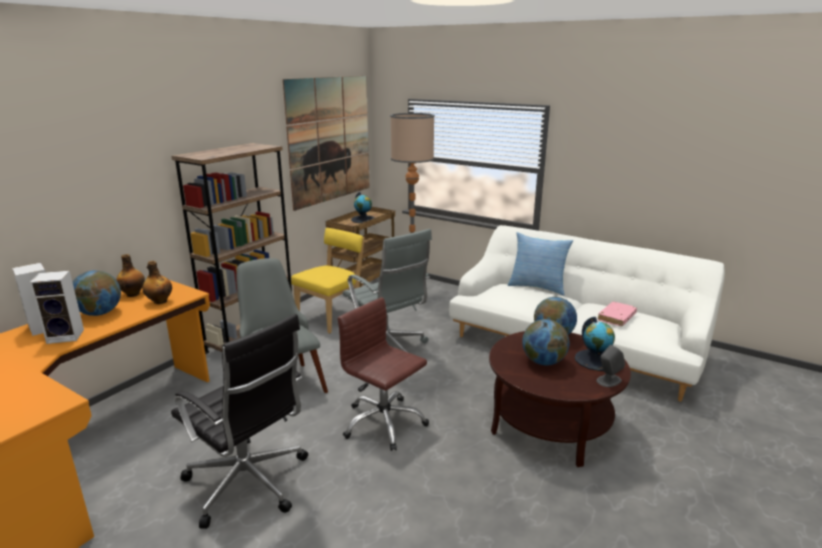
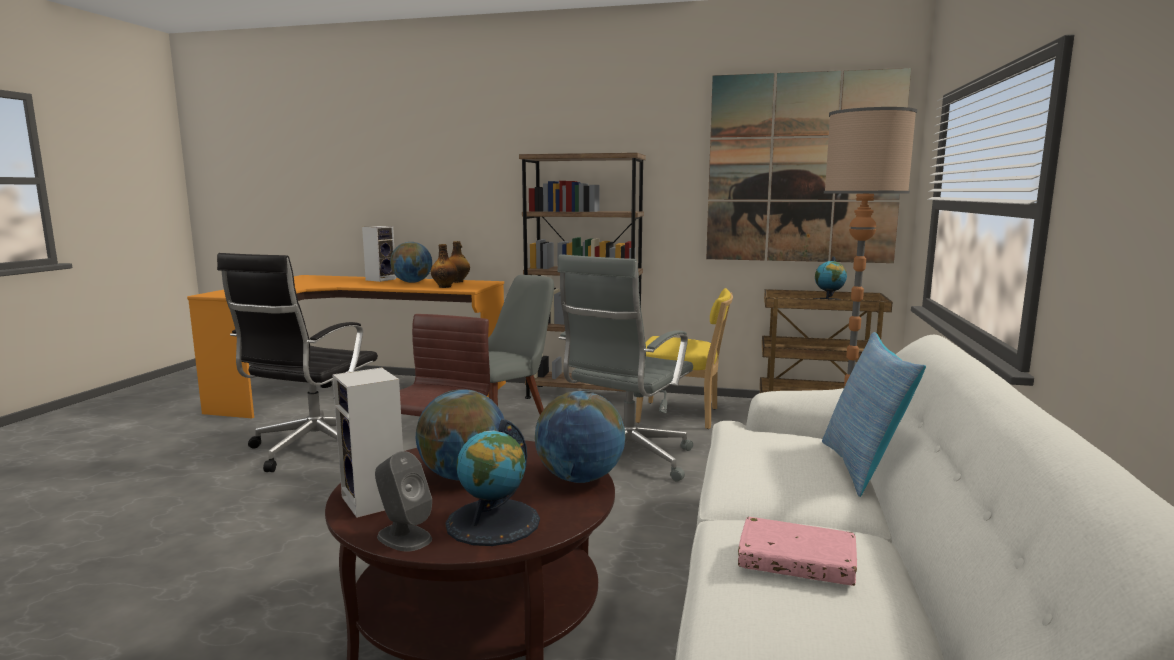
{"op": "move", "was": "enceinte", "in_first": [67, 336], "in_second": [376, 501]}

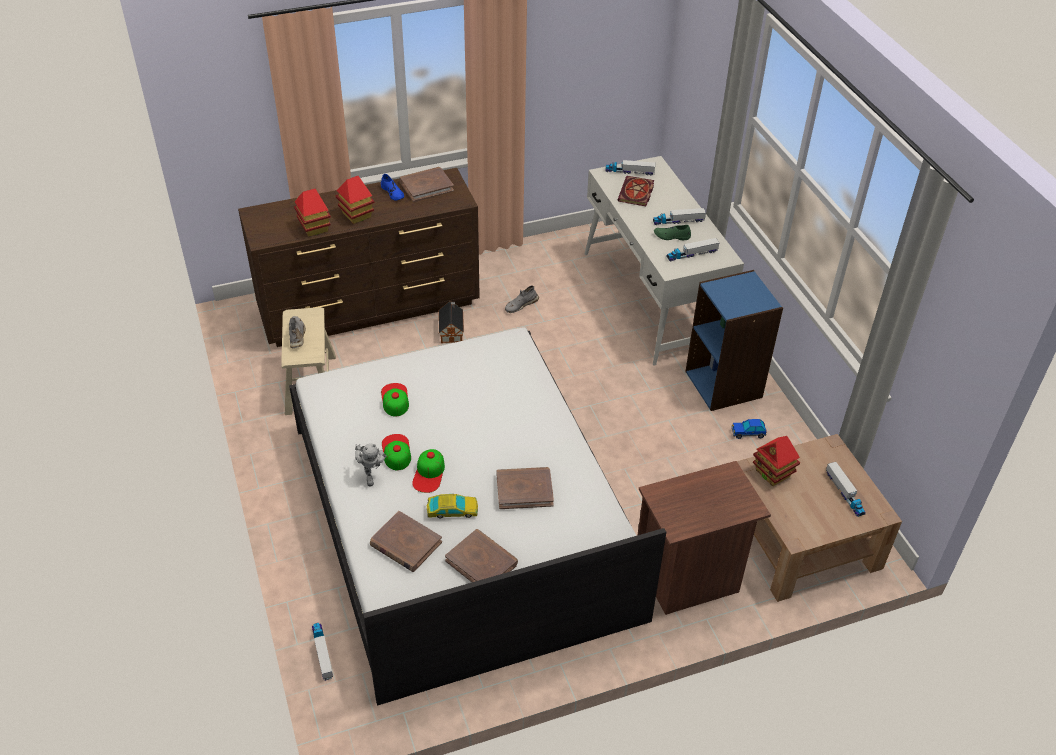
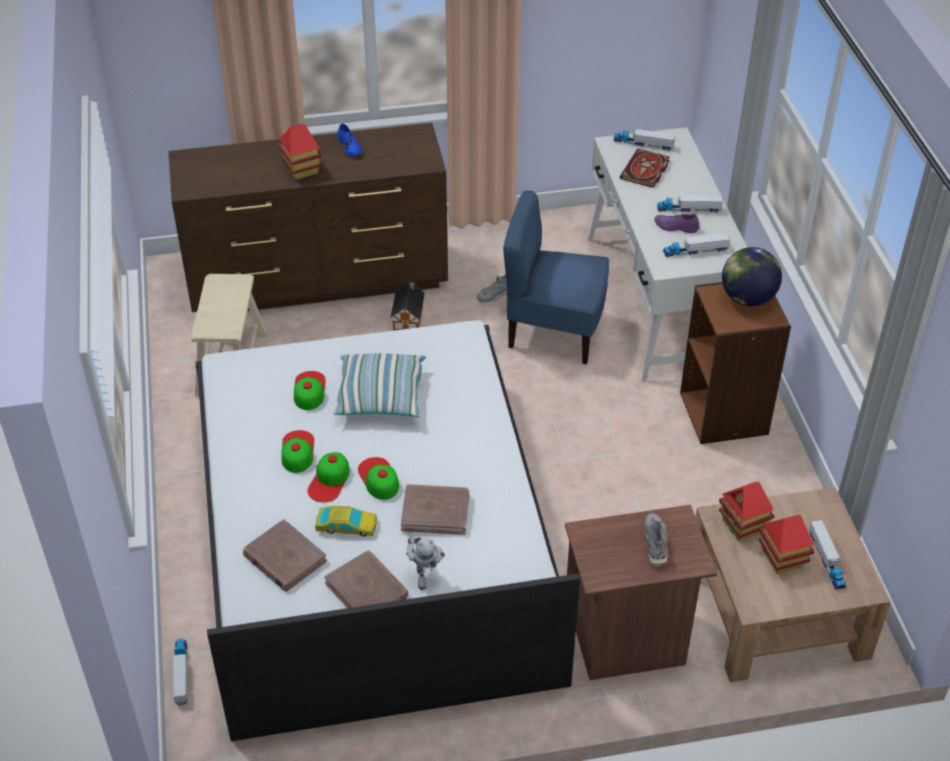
{"op": "insert", "now": "coussin", "in_second": [380, 397]}
{"op": "insert", "now": "casquette", "in_second": [378, 478]}
{"op": "move", "was": "robot jouet", "in_first": [371, 474], "in_second": [424, 573]}
{"op": "insert", "now": "chaise/bleu", "in_second": [554, 331]}
{"op": "move", "was": "chaussure/gris", "in_first": [297, 335], "in_second": [656, 544]}
{"op": "recolor", "was": "chaussure/vert", "now": "chaussure/violet", "in_first": [671, 236], "in_second": [676, 227]}
{"op": "recolor", "was": "bibliothèque/bleu", "now": "bibliothèque/marron", "in_first": [724, 384], "in_second": [725, 413]}
{"op": "insert", "now": "globe", "in_second": [747, 298]}
{"op": "move", "was": "maison miniature", "in_first": [314, 227], "in_second": [782, 558]}
{"op": "delete", "was": "livre/marron", "in_first": [426, 186]}
{"op": "delete", "was": "petite voiture", "in_first": [748, 433]}

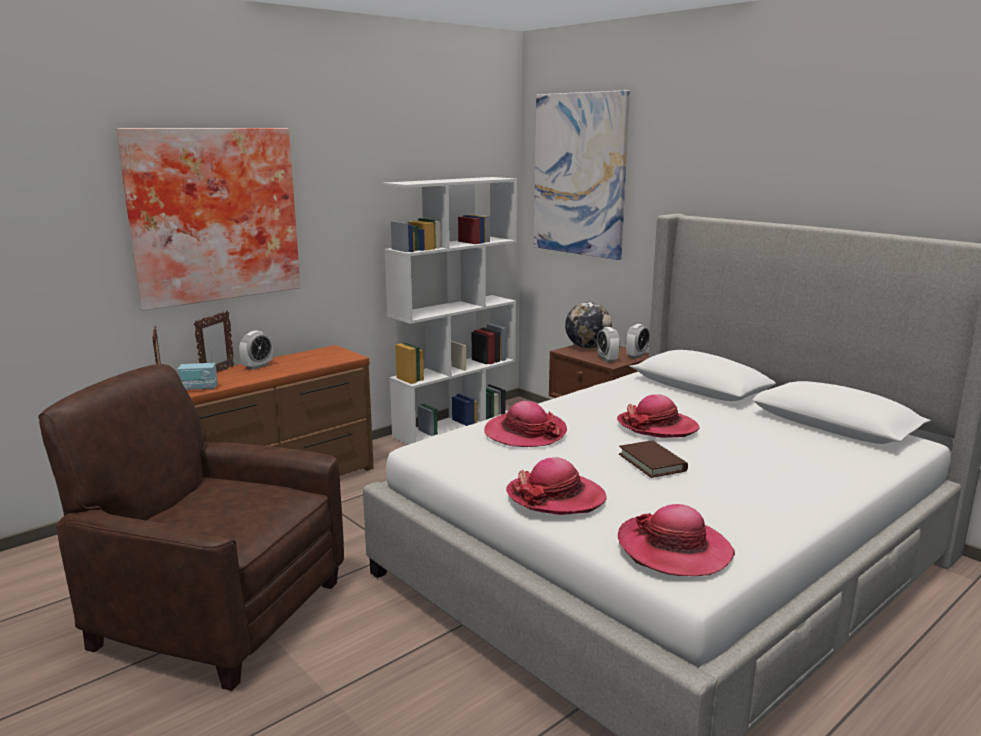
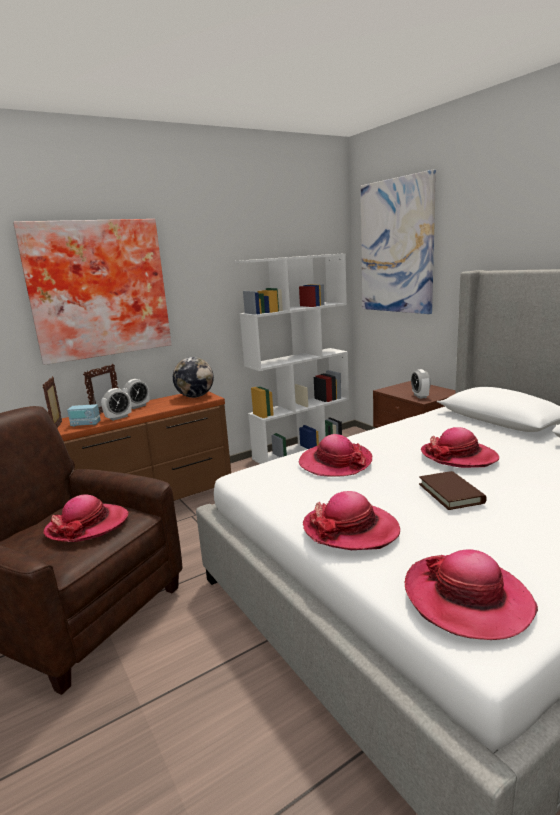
{"op": "insert", "now": "chapeau", "in_second": [87, 525]}
{"op": "move", "was": "réveil", "in_first": [636, 356], "in_second": [118, 417]}
{"op": "move", "was": "globe", "in_first": [587, 347], "in_second": [195, 396]}

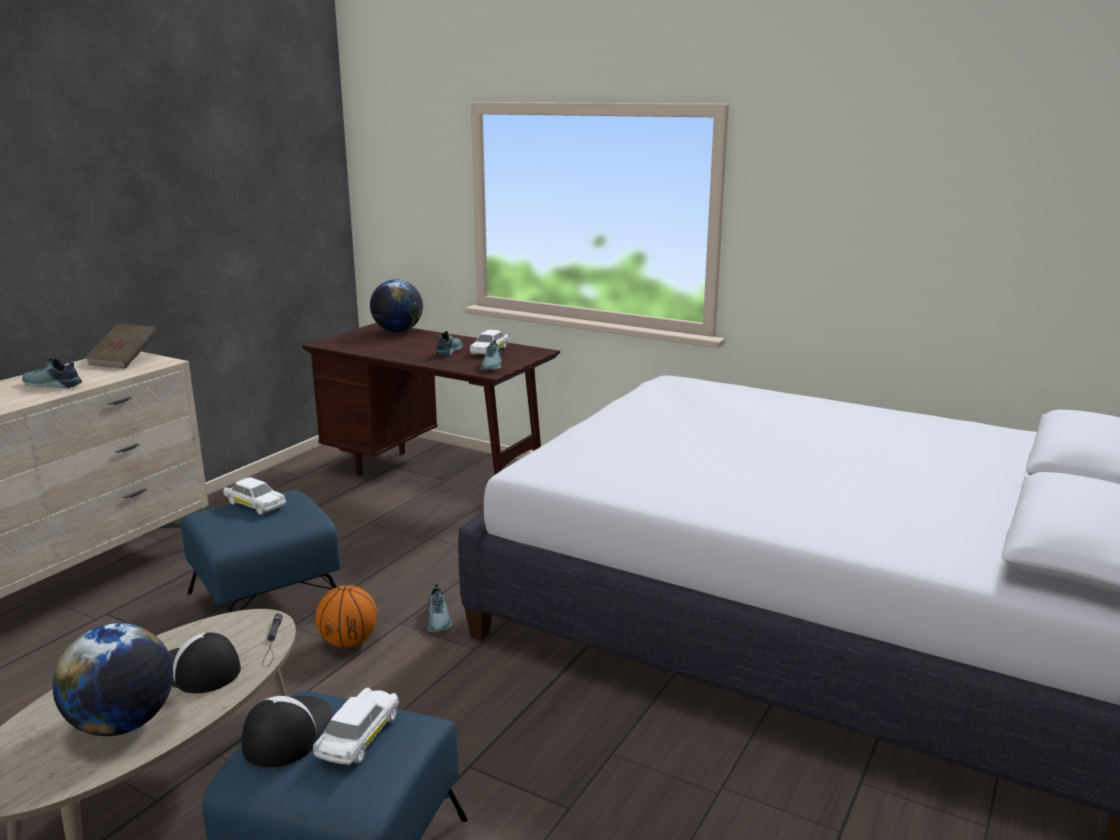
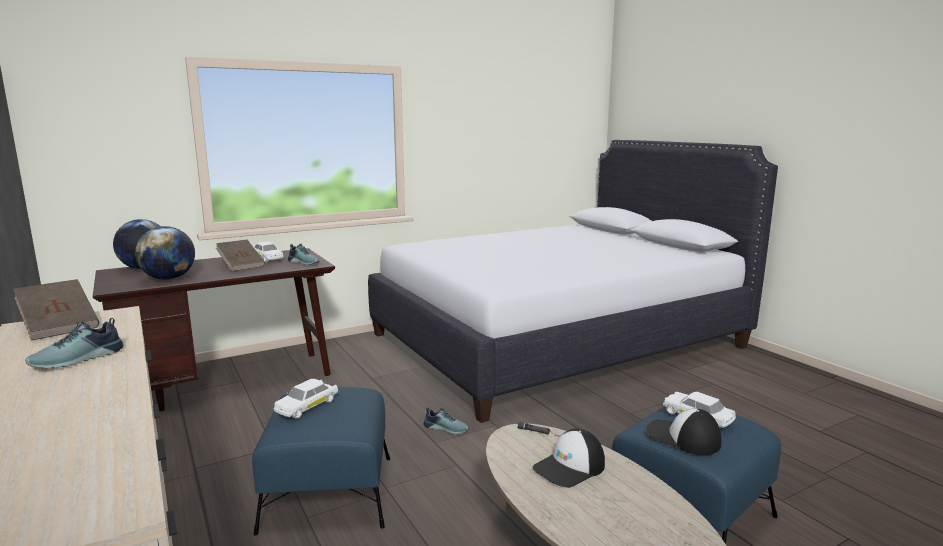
{"op": "move", "was": "globe", "in_first": [123, 724], "in_second": [169, 278]}
{"op": "replace", "was": "chaussure", "now": "livre/marron", "in_first": [447, 351], "in_second": [241, 265]}
{"op": "rotate", "was": "petite voiture/blanc", "in_first": [255, 504], "in_second": [307, 406], "clockwise": 150}
{"op": "delete", "was": "ballon de basket", "in_first": [348, 642]}

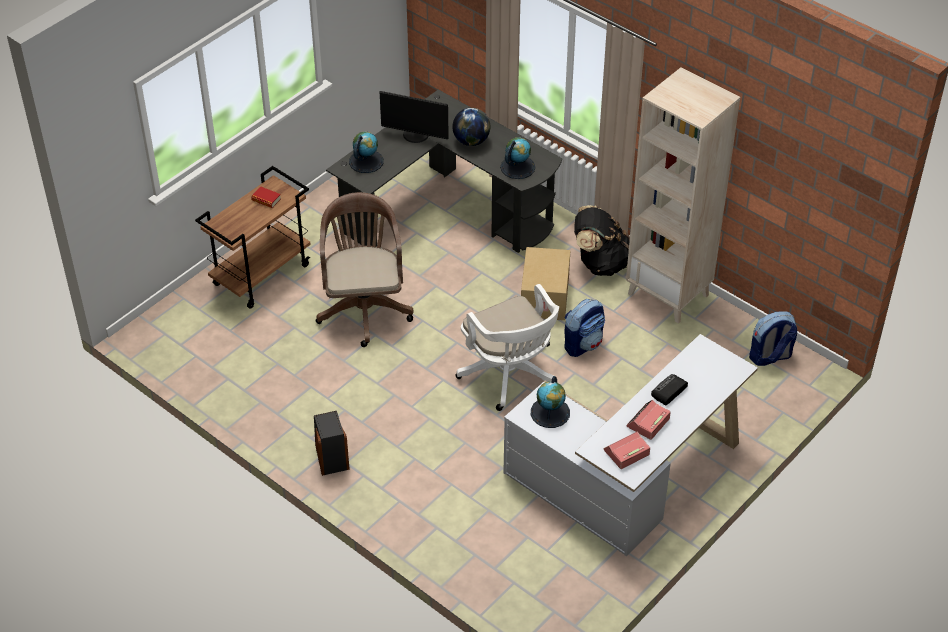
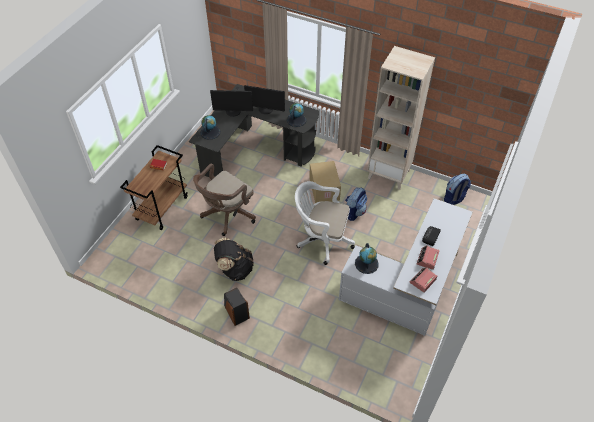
{"op": "rotate", "was": "chaise de bureau/marron", "in_first": [364, 307], "in_second": [227, 215], "clockwise": -120}
{"op": "move", "was": "sac à dos/noir", "in_first": [599, 263], "in_second": [235, 269]}
{"op": "replace", "was": "globe", "now": "écran d'ordinateur", "in_first": [471, 141], "in_second": [265, 109]}
{"op": "rotate", "was": "chaise de bureau/blanc", "in_first": [510, 376], "in_second": [322, 240], "clockwise": 150}

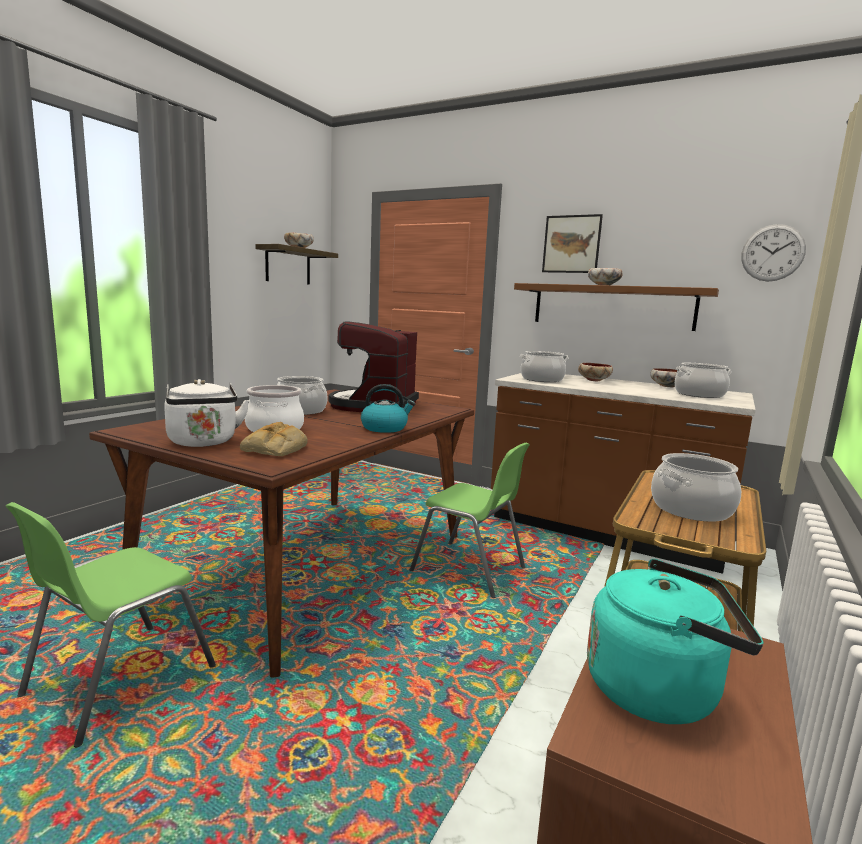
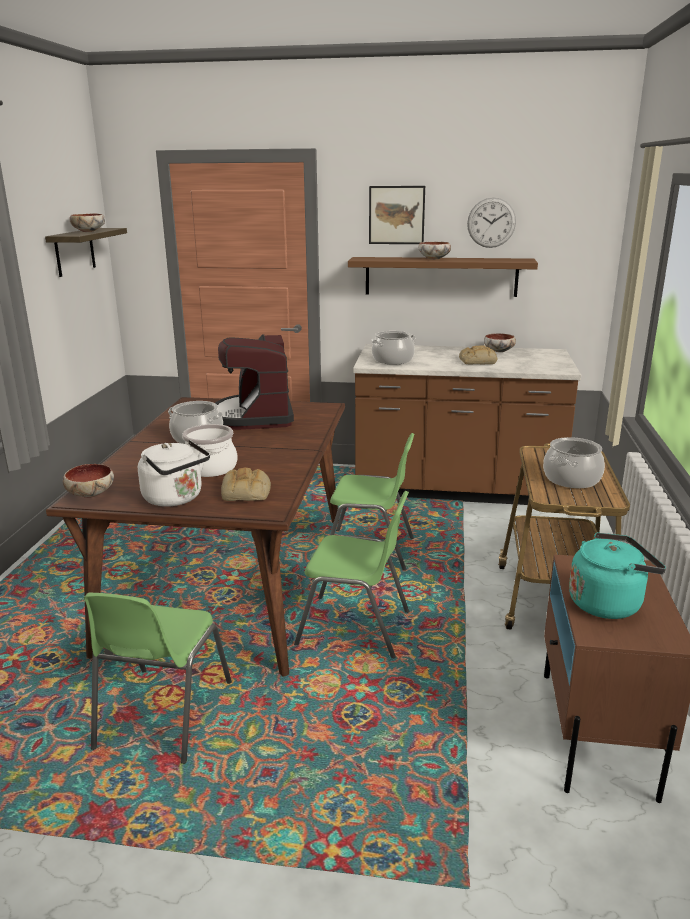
{"op": "move", "was": "bol", "in_first": [593, 380], "in_second": [90, 493]}
{"op": "insert", "now": "chaise/vert", "in_second": [355, 628]}
{"op": "insert", "now": "pain", "in_second": [477, 361]}
{"op": "move", "was": "horloge murale", "in_first": [772, 253], "in_second": [491, 222]}
{"op": "delete", "was": "bouilloire", "in_first": [385, 428]}
{"op": "delete", "was": "marmite", "in_first": [699, 395]}

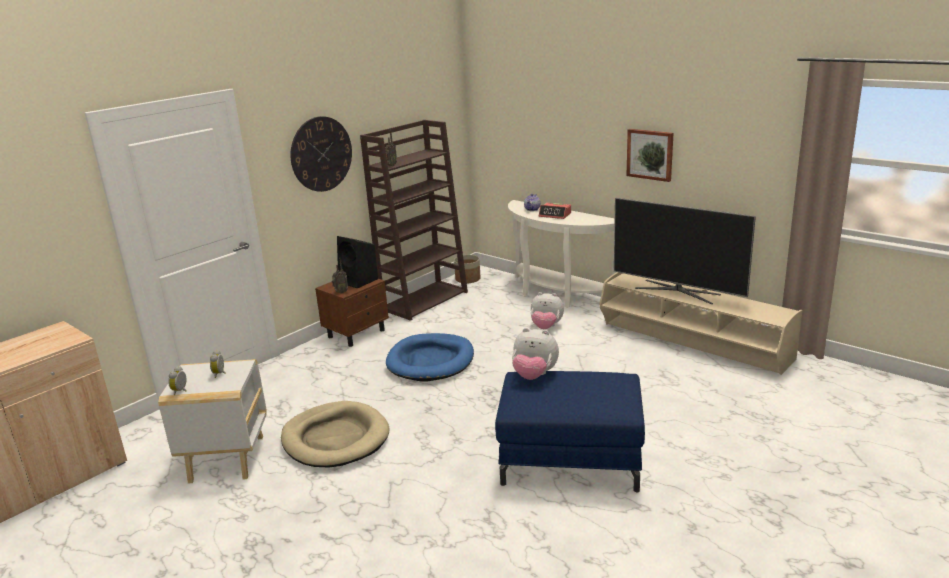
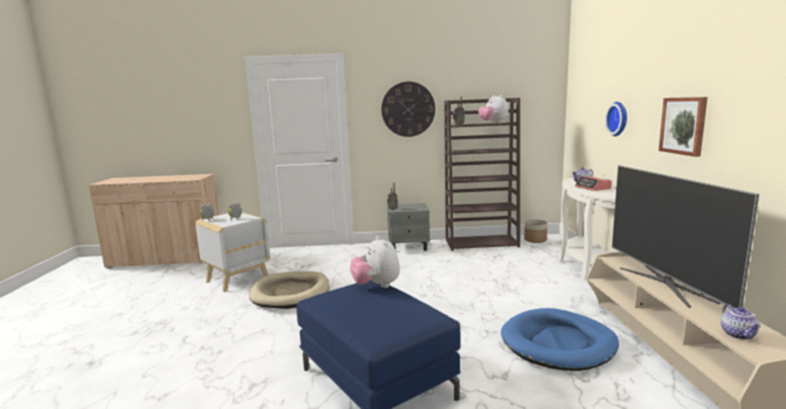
{"op": "recolor", "was": "table de chevet/marron", "now": "table de chevet/gris", "in_first": [357, 333], "in_second": [409, 247]}
{"op": "move", "was": "peluche", "in_first": [546, 327], "in_second": [493, 123]}
{"op": "move", "was": "panier pour chien/bleu", "in_first": [431, 361], "in_second": [558, 343]}
{"op": "insert", "now": "horloge murale", "in_second": [619, 119]}
{"op": "insert", "now": "théière", "in_second": [738, 335]}
{"op": "delete", "was": "enceinte/noir", "in_first": [359, 281]}

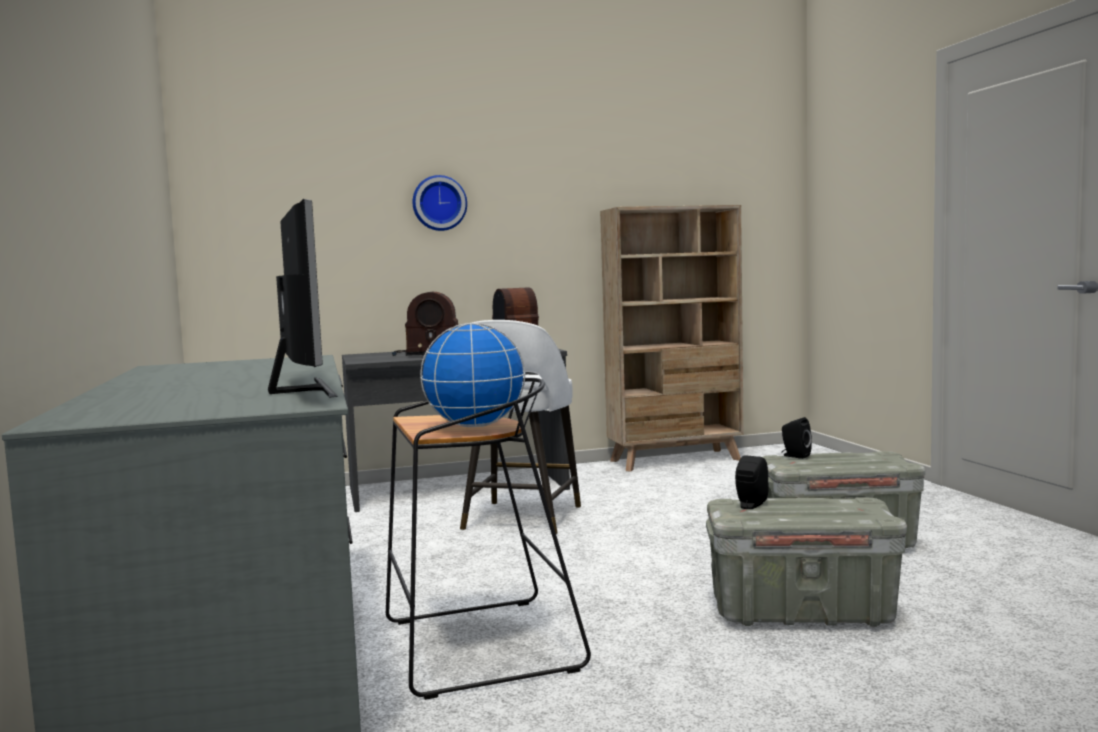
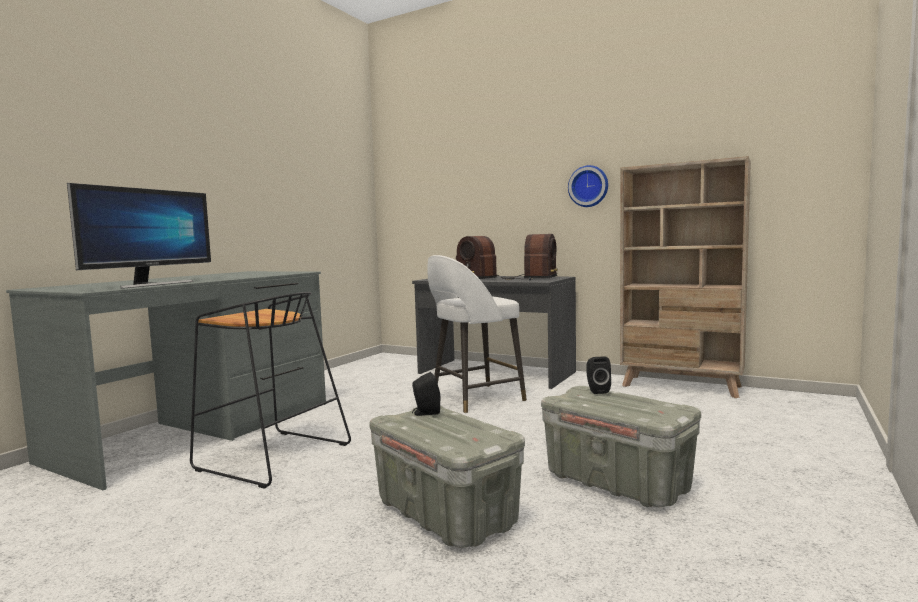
{"op": "move", "was": "horloge murale", "in_first": [439, 203], "in_second": [588, 186]}
{"op": "delete", "was": "globe", "in_first": [476, 426]}

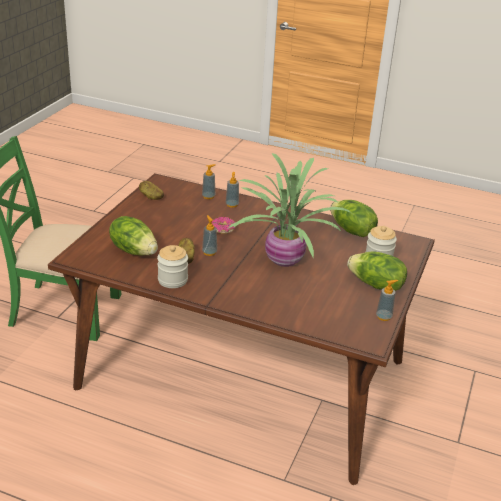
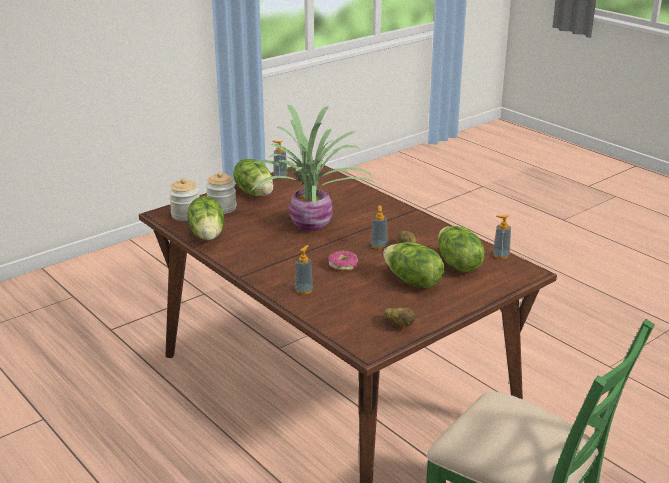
{"op": "move", "was": "bocal", "in_first": [172, 280], "in_second": [186, 215]}
{"op": "insert", "now": "laitue", "in_second": [412, 281]}
{"op": "move", "was": "distributeur de savon", "in_first": [208, 196], "in_second": [500, 255]}

